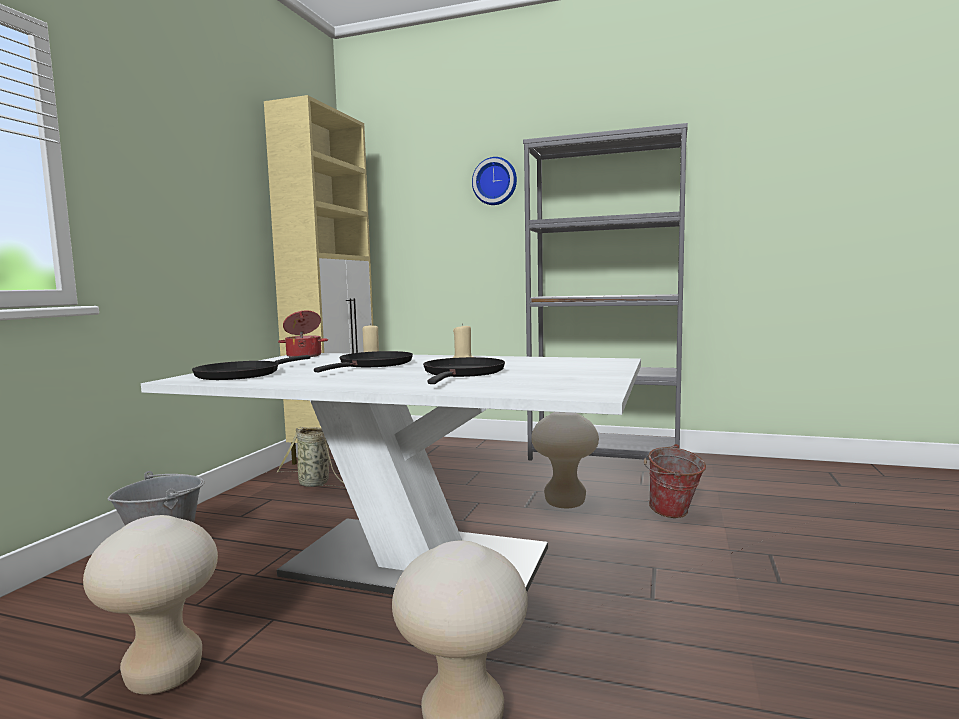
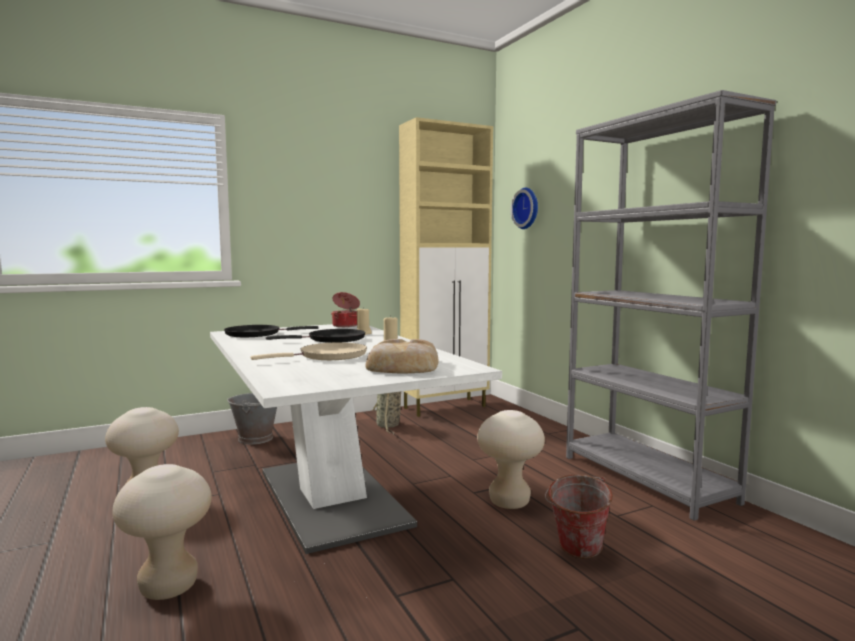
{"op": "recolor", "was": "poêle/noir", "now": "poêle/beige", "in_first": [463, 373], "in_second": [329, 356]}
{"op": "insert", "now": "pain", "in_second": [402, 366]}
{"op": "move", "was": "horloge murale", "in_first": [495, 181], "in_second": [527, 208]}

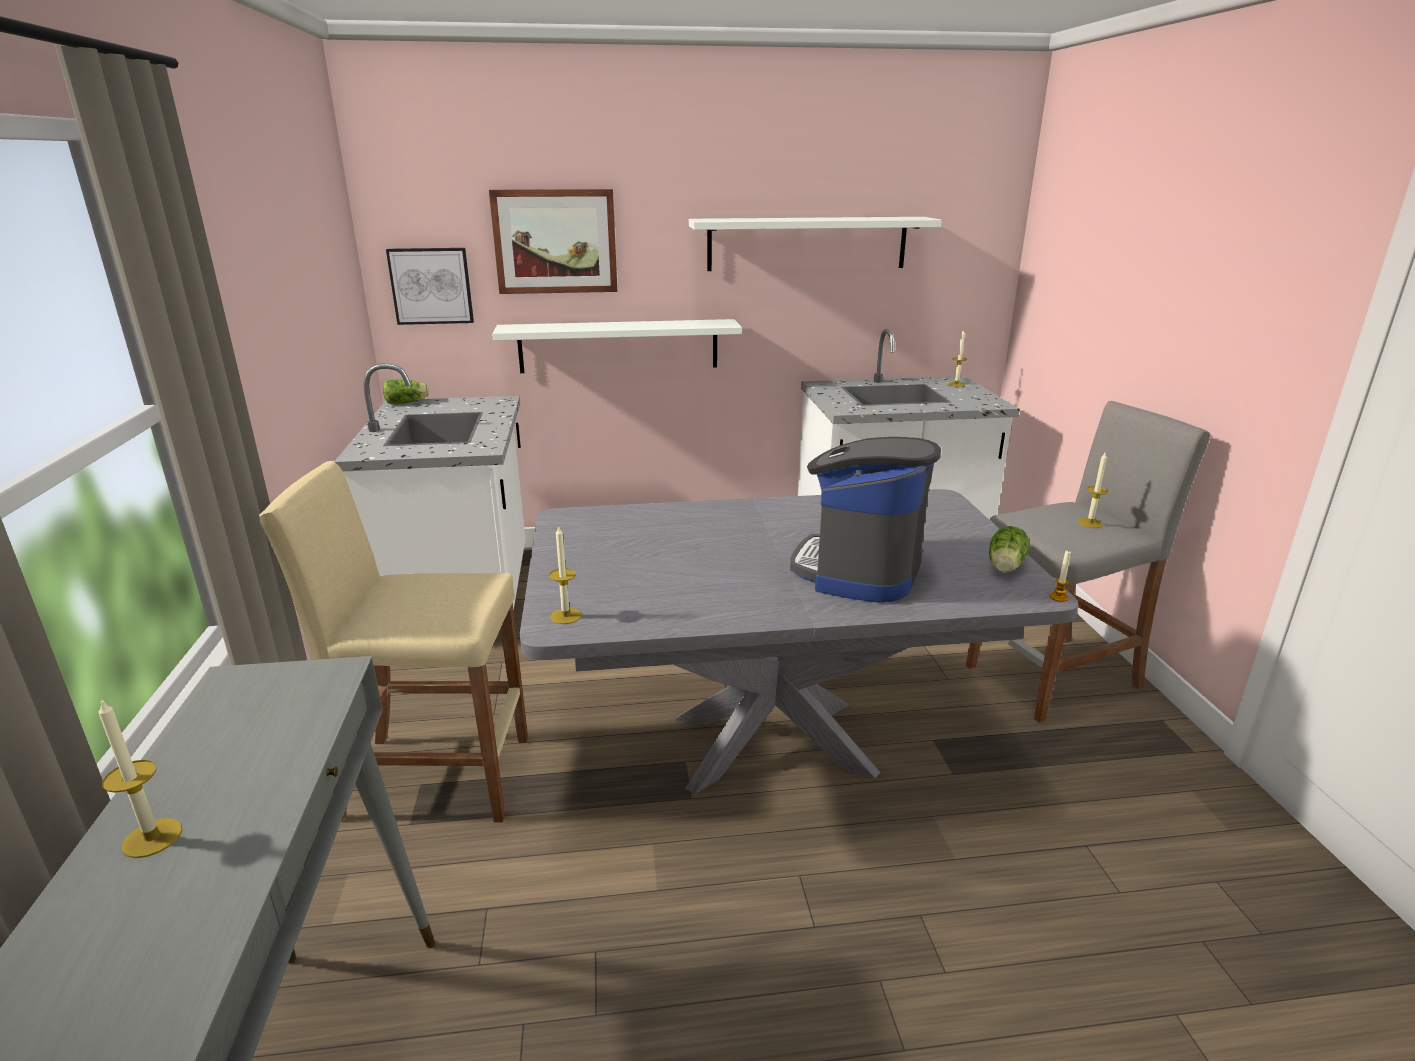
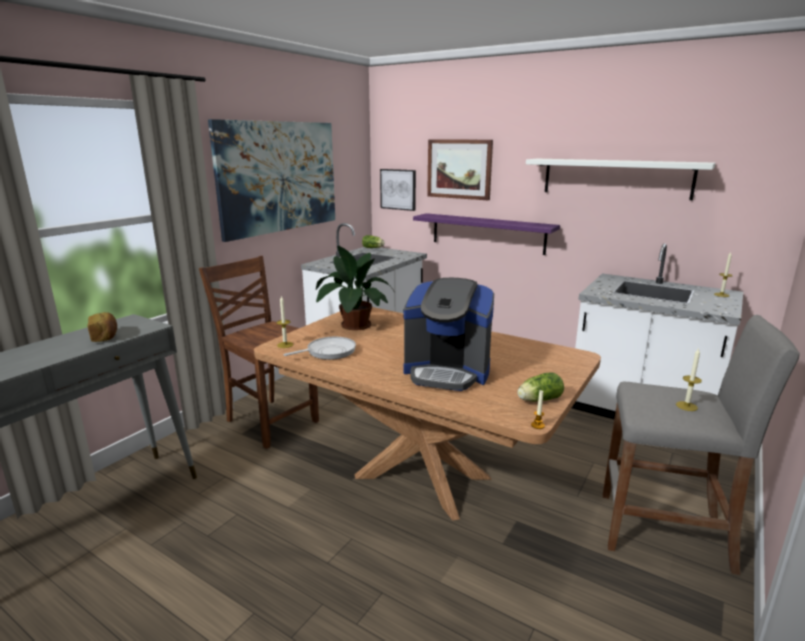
{"op": "insert", "now": "pain", "in_second": [105, 336]}
{"op": "replace", "was": "tabouret/beige", "now": "chaise/marron", "in_first": [435, 777], "in_second": [270, 421]}
{"op": "insert", "now": "tableau", "in_second": [279, 177]}
{"op": "recolor", "was": "table à manger/gris", "now": "table à manger/marron", "in_first": [771, 743], "in_second": [422, 476]}
{"op": "insert", "now": "poêle", "in_second": [328, 352]}
{"op": "insert", "now": "plante en pot", "in_second": [353, 325]}
{"op": "rotate", "was": "machine à café", "in_first": [859, 570], "in_second": [447, 372], "clockwise": -135}
{"op": "recolor", "was": "étagère/blanc", "now": "étagère/violet", "in_first": [618, 346], "in_second": [487, 233]}
{"op": "delete", "was": "bougie", "in_first": [152, 838]}

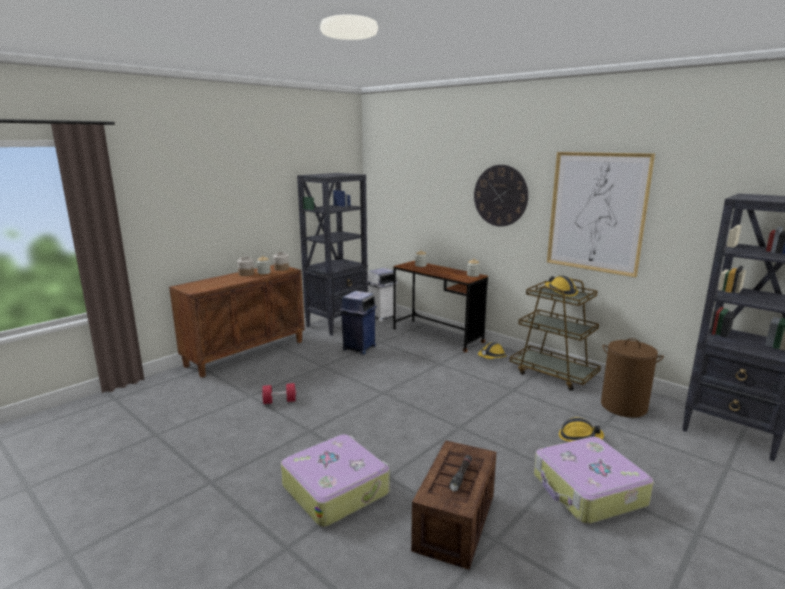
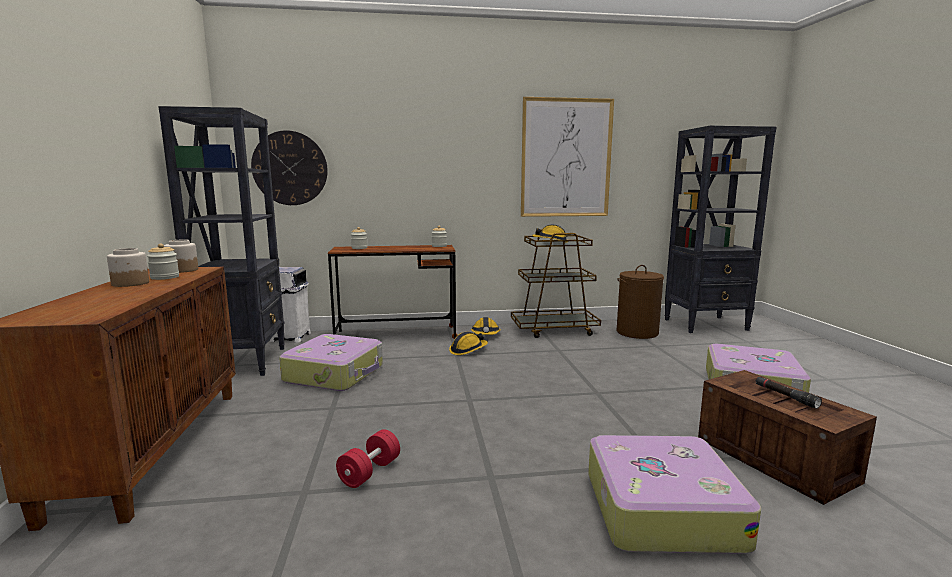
{"op": "move", "was": "horloge murale", "in_first": [500, 195], "in_second": [290, 168]}
{"op": "replace", "was": "poubelle/bleu", "now": "valise", "in_first": [359, 348], "in_second": [335, 373]}
{"op": "move", "was": "casque de chantier", "in_first": [579, 437], "in_second": [468, 350]}

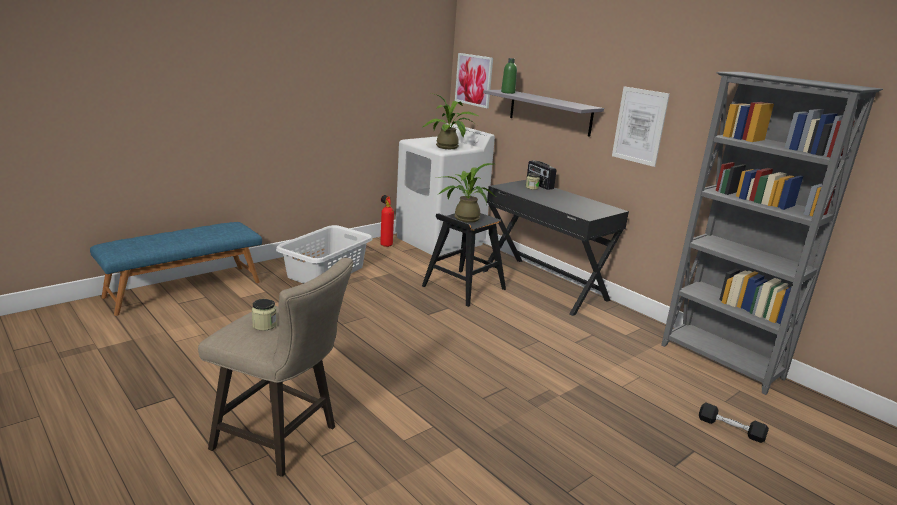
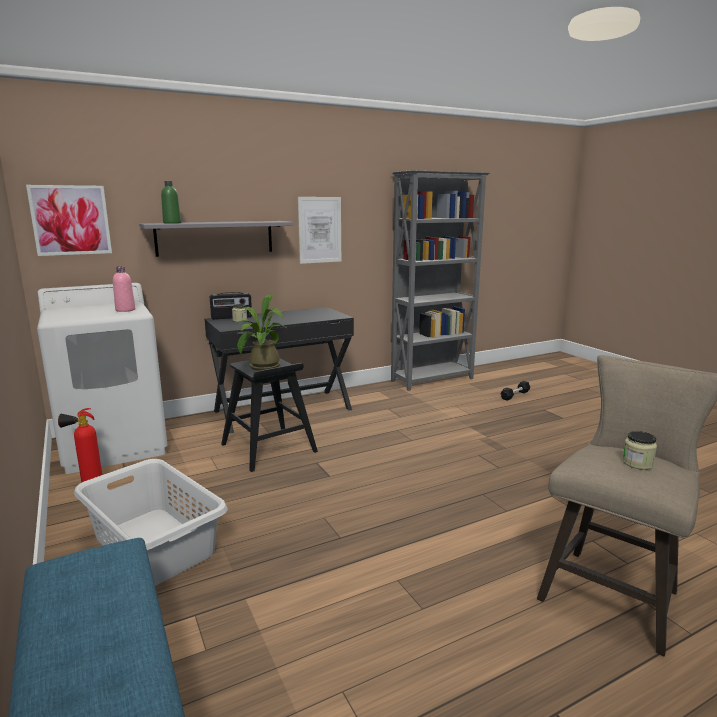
{"op": "replace", "was": "plante en pot", "now": "bouteille/rose", "in_first": [449, 147], "in_second": [125, 310]}

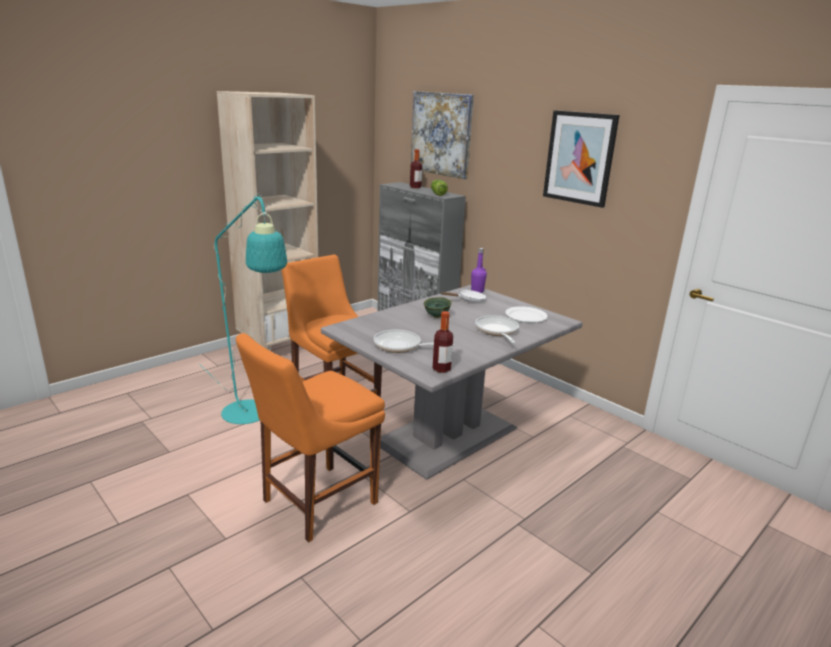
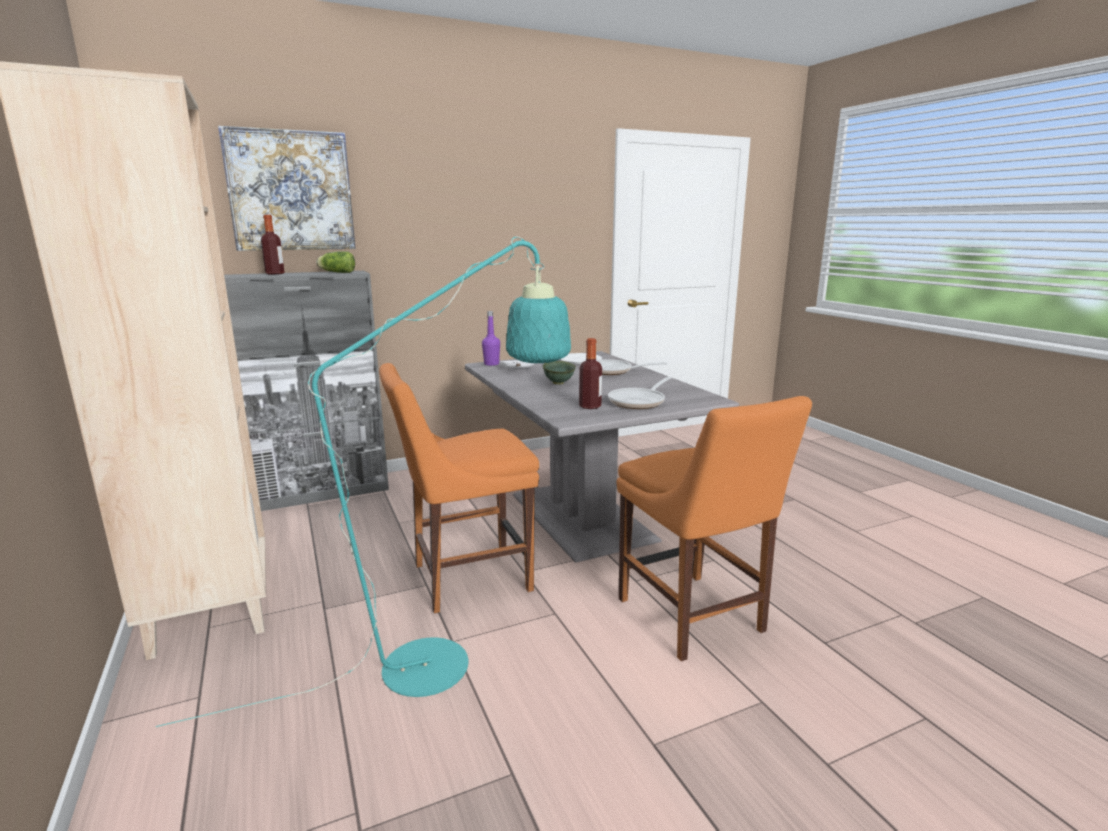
{"op": "move", "was": "bouteille", "in_first": [441, 369], "in_second": [590, 406]}
{"op": "delete", "was": "tableau", "in_first": [579, 158]}

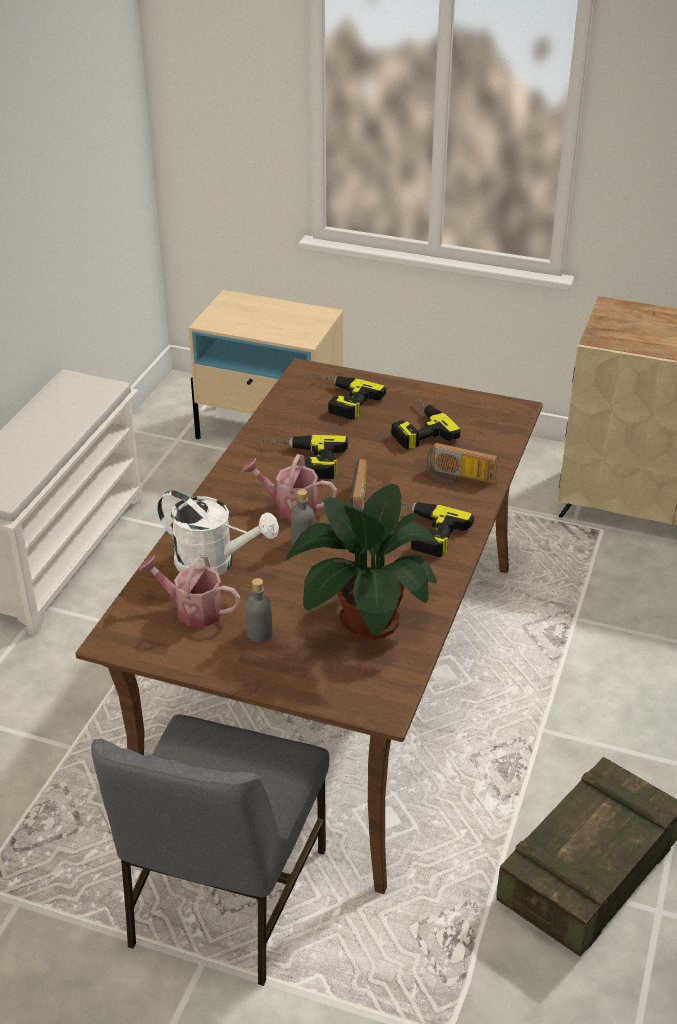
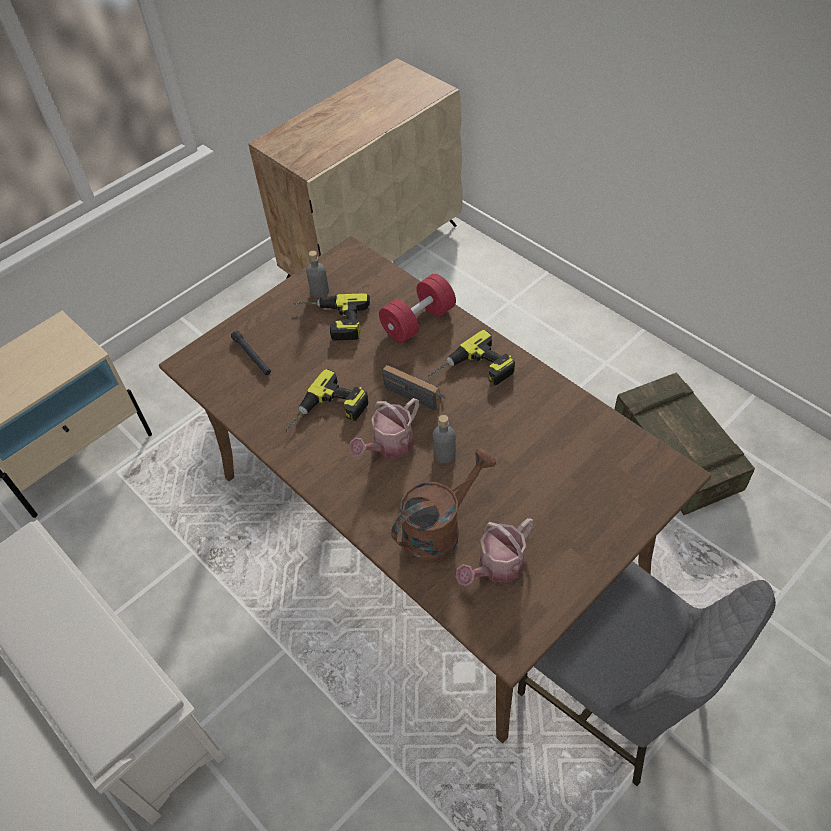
{"op": "replace", "was": "perceuse", "now": "lampe de poche/noir", "in_first": [338, 399], "in_second": [252, 356]}
{"op": "move", "was": "bouteille/gris", "in_first": [259, 633], "in_second": [319, 291]}
{"op": "replace", "was": "radio", "now": "haltère/rouge", "in_first": [459, 477], "in_second": [418, 321]}
{"op": "recolor", "was": "arrosoir/blanc", "now": "arrosoir/marron", "in_first": [215, 563], "in_second": [439, 529]}
{"op": "delete", "was": "plante en pot", "in_first": [364, 621]}

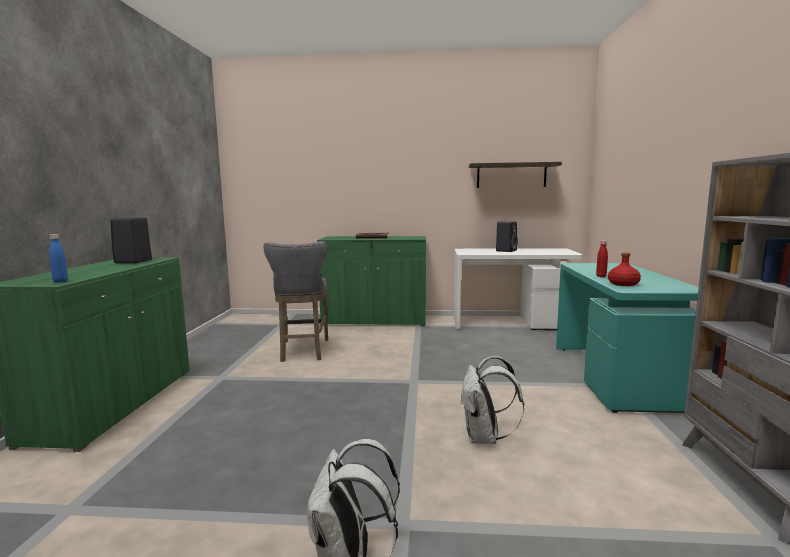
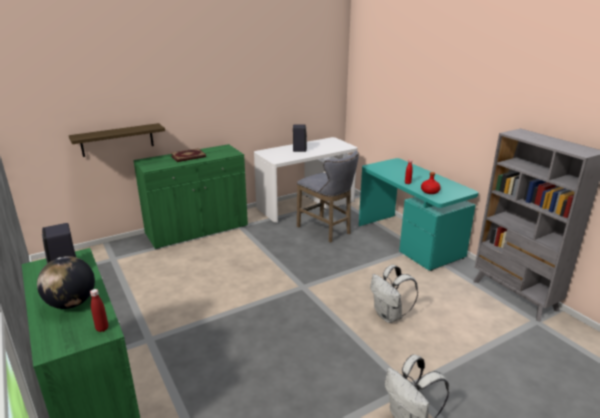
{"op": "insert", "now": "globe", "in_second": [71, 303]}
{"op": "move", "was": "étagère", "in_first": [511, 175], "in_second": [117, 140]}
{"op": "recolor", "was": "bouteille/bleu", "now": "bouteille/rouge", "in_first": [60, 281], "in_second": [102, 328]}
{"op": "move", "was": "tabouret/gris", "in_first": [303, 351], "in_second": [326, 231]}

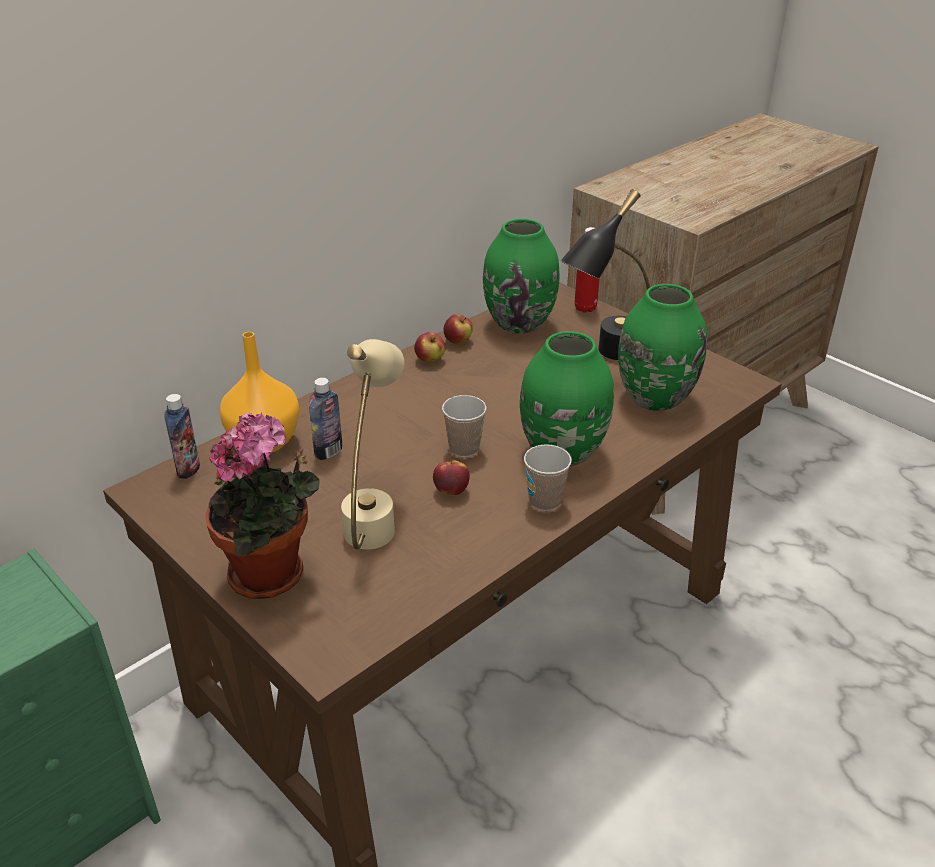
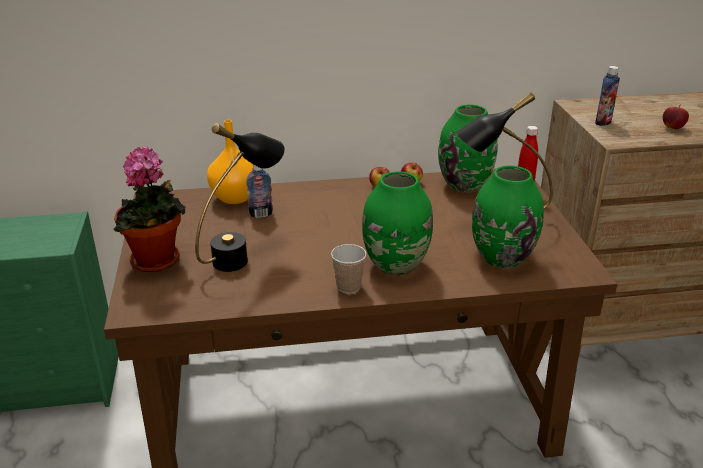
{"op": "recolor", "was": "lampe de table/beige", "now": "lampe de table/noir", "in_first": [374, 515], "in_second": [243, 255]}
{"op": "move", "was": "bouteille", "in_first": [188, 469], "in_second": [603, 122]}
{"op": "move", "was": "pomme", "in_first": [451, 491], "in_second": [672, 128]}
{"op": "delete", "was": "tasse", "in_first": [464, 448]}

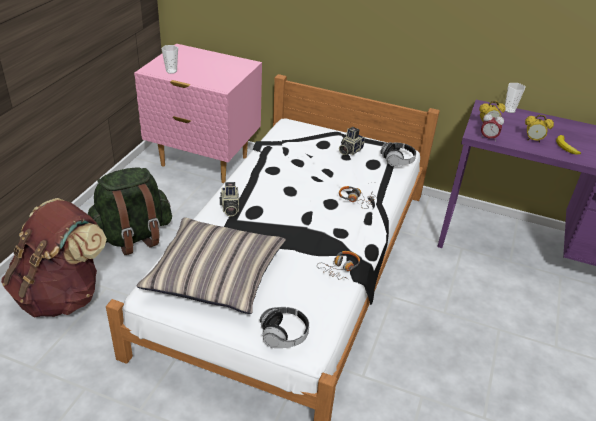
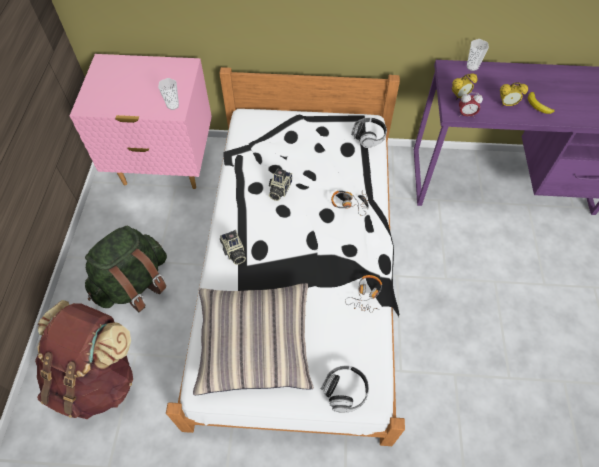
{"op": "move", "was": "tasse", "in_first": [171, 71], "in_second": [173, 105]}
{"op": "move", "was": "appareil photo", "in_first": [349, 150], "in_second": [279, 189]}

